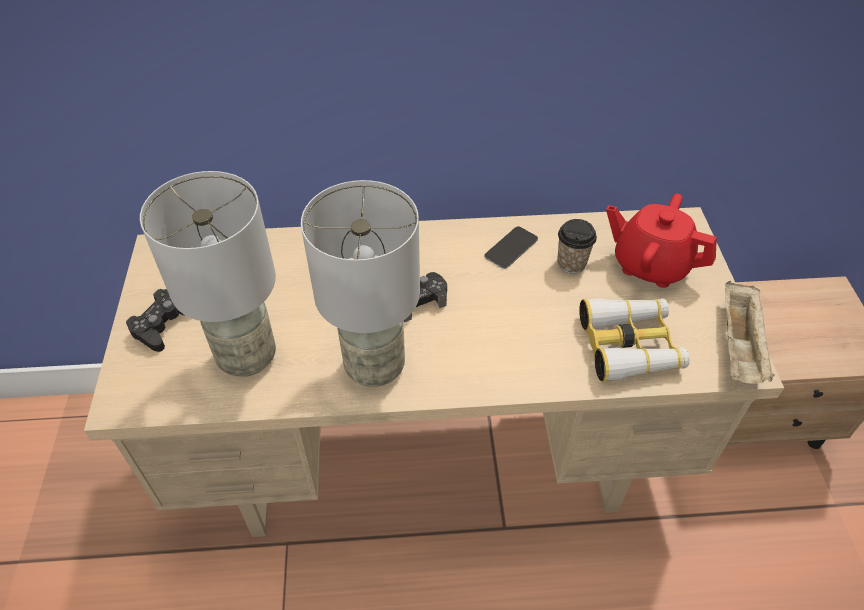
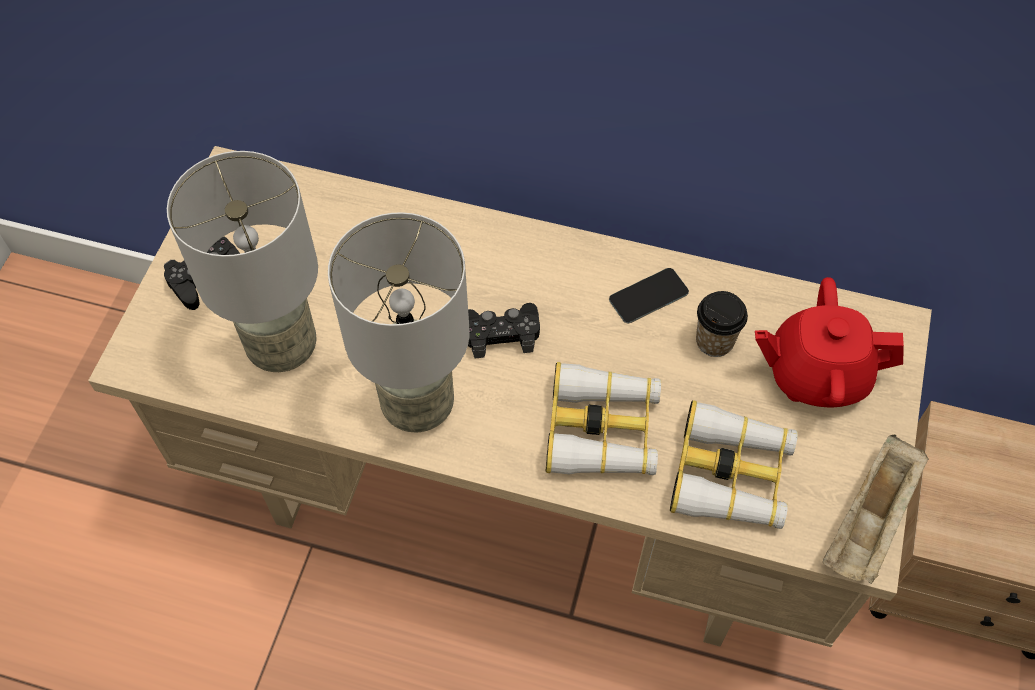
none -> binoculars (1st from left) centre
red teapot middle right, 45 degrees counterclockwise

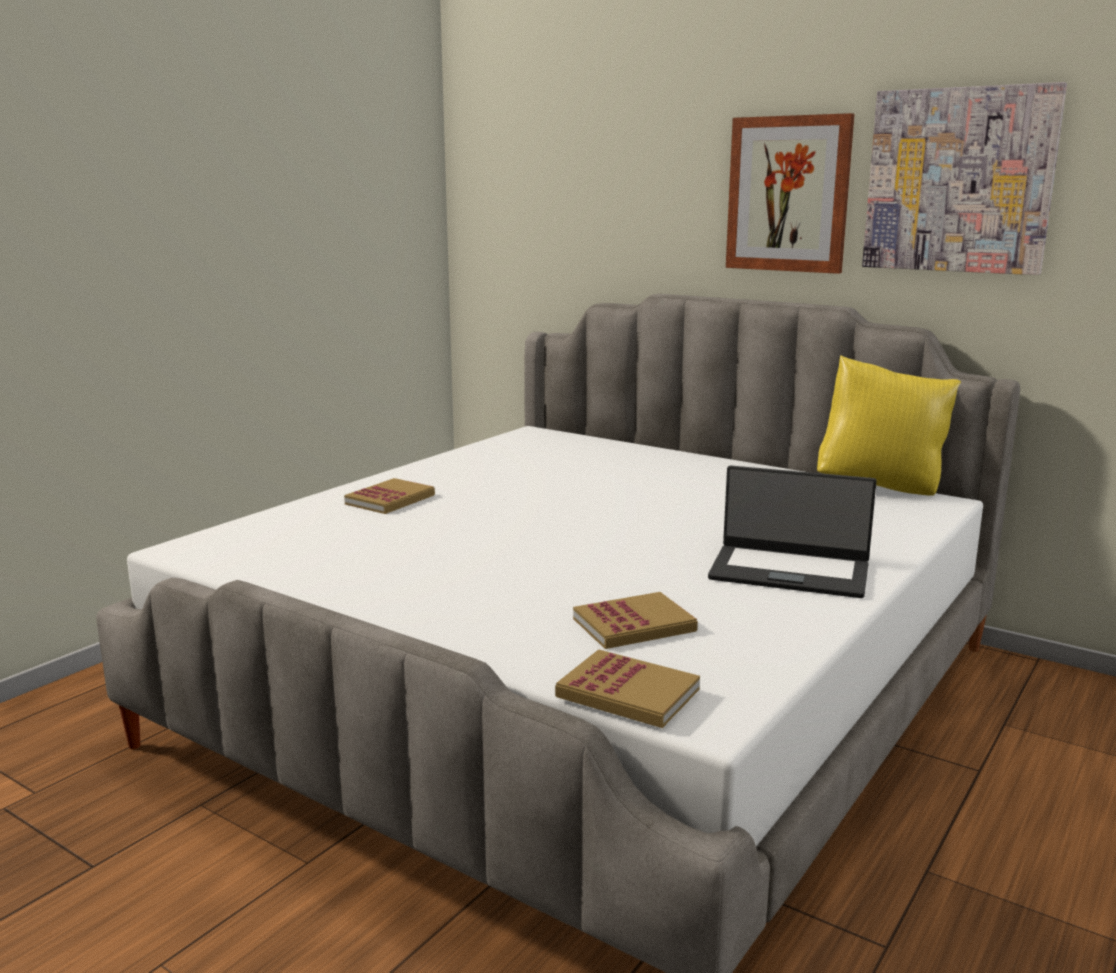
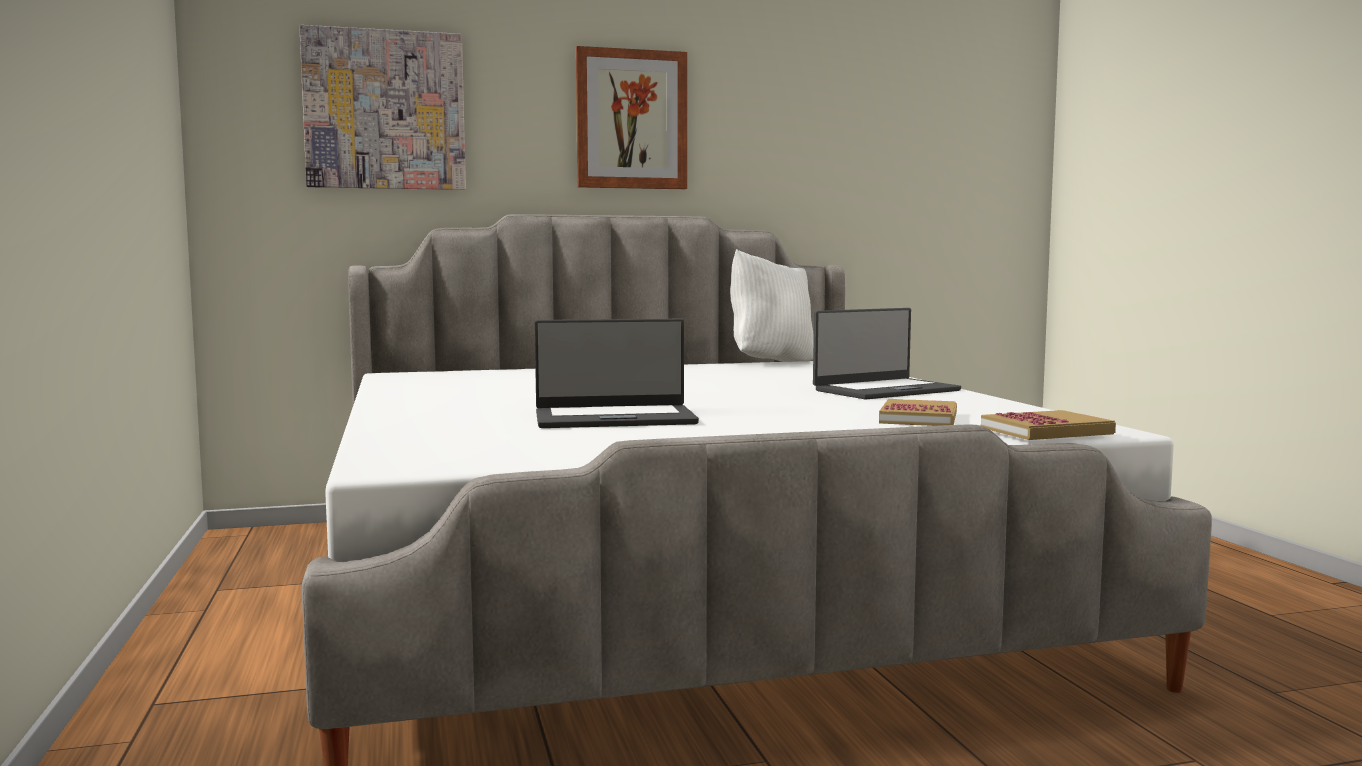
picture (2nd from left in the first image) top right -> picture (1st from left) top left, moved
none -> laptop (1st from left) centre
yellow pillow middle right -> white pillow centre
book (1st from left) centre -> none

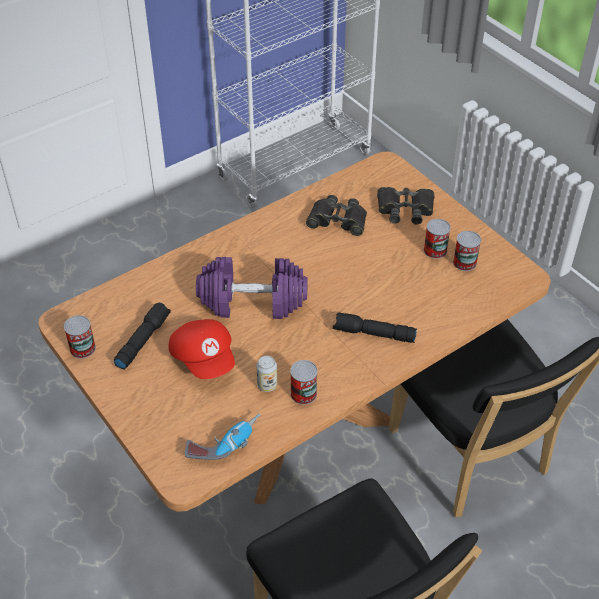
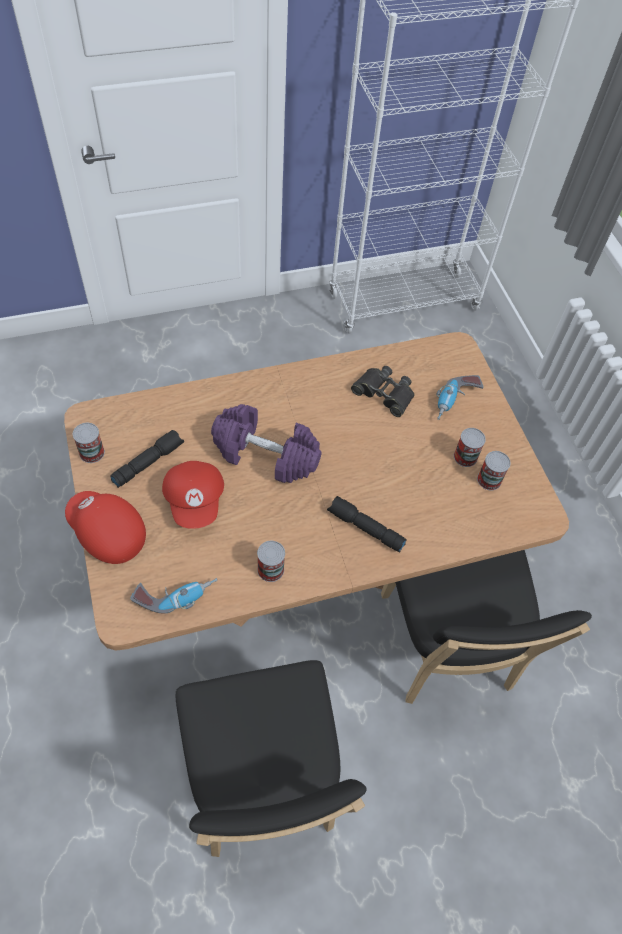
none -> red cap (1st from left) middle left
black binoculars (2nd from left) middle right -> power drill (2nd from left) middle right
can (2nd from left) centre -> none

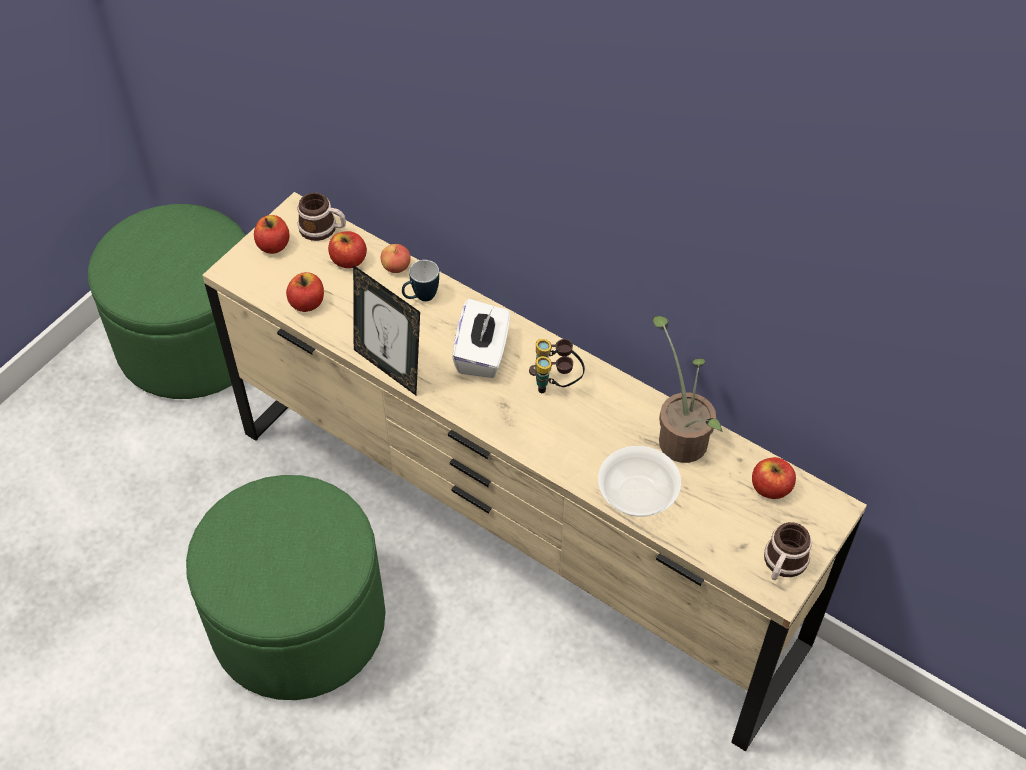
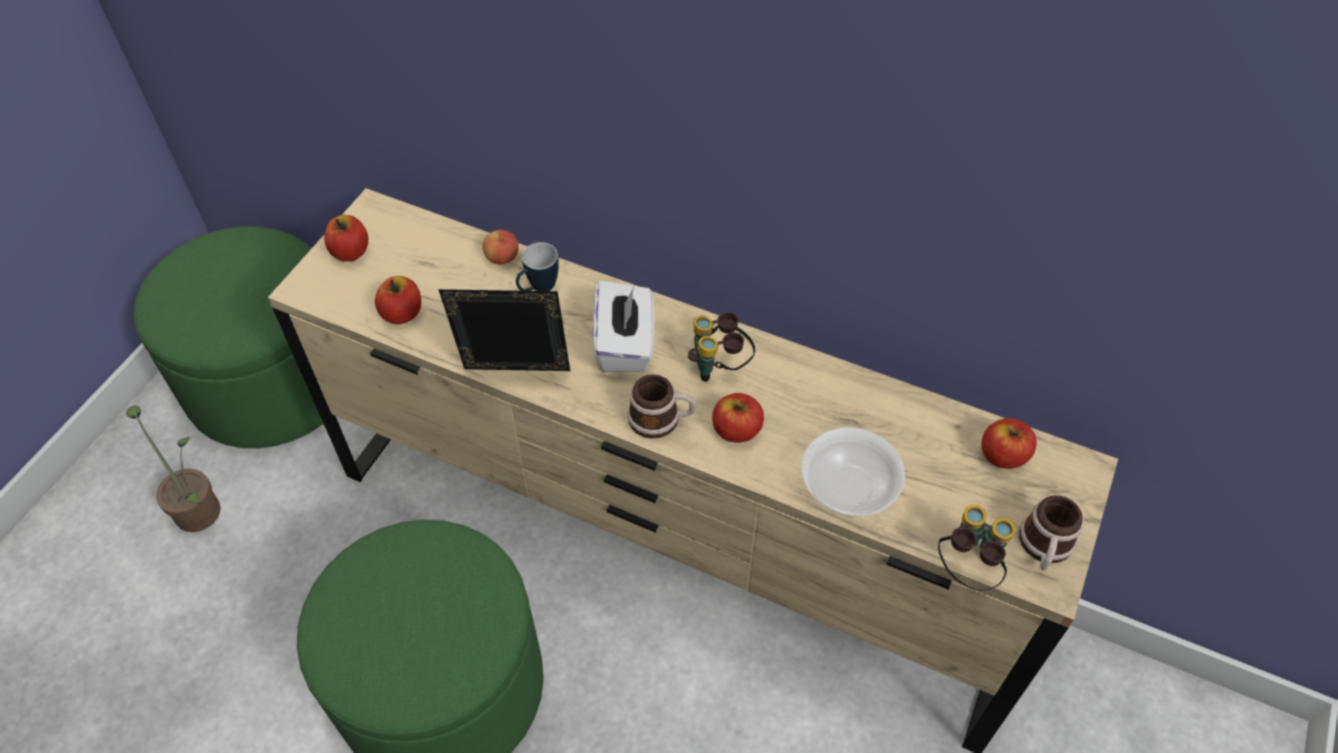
potted plant middle right -> potted plant middle left, moved
picture frame centre, 150 degrees clockwise
mug (1st from left in the first image) top left -> mug (2nd from left) centre, moved
apple (3rd from left in the first image) top centre -> apple (4th from left) centre, moved
none -> binoculars (2nd from left) bottom right

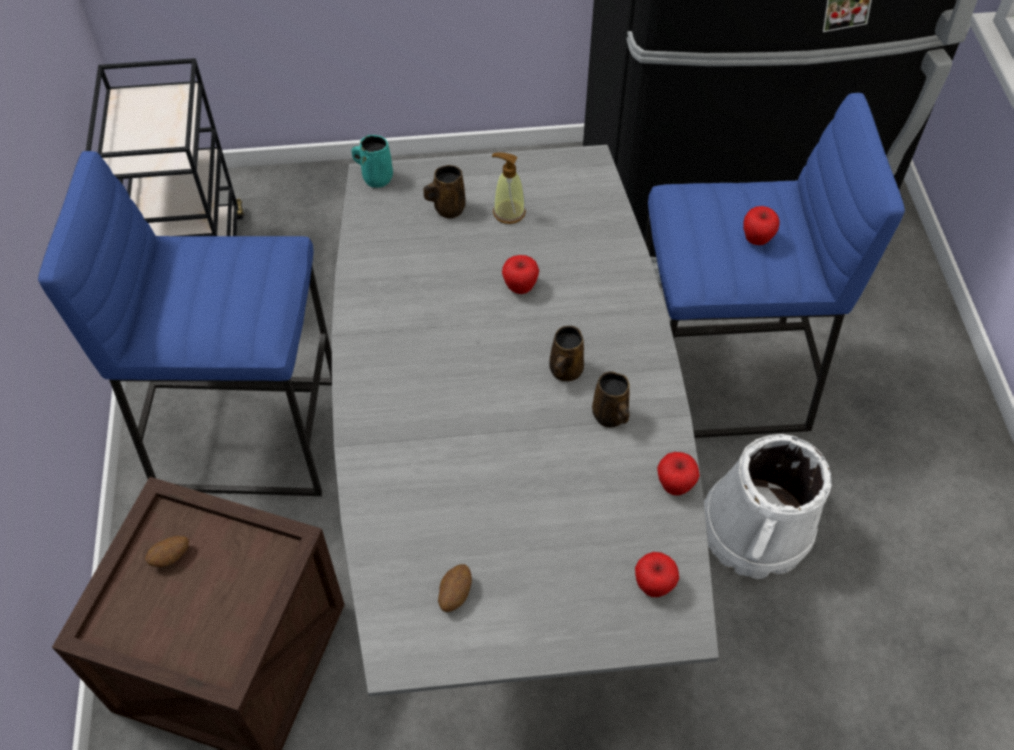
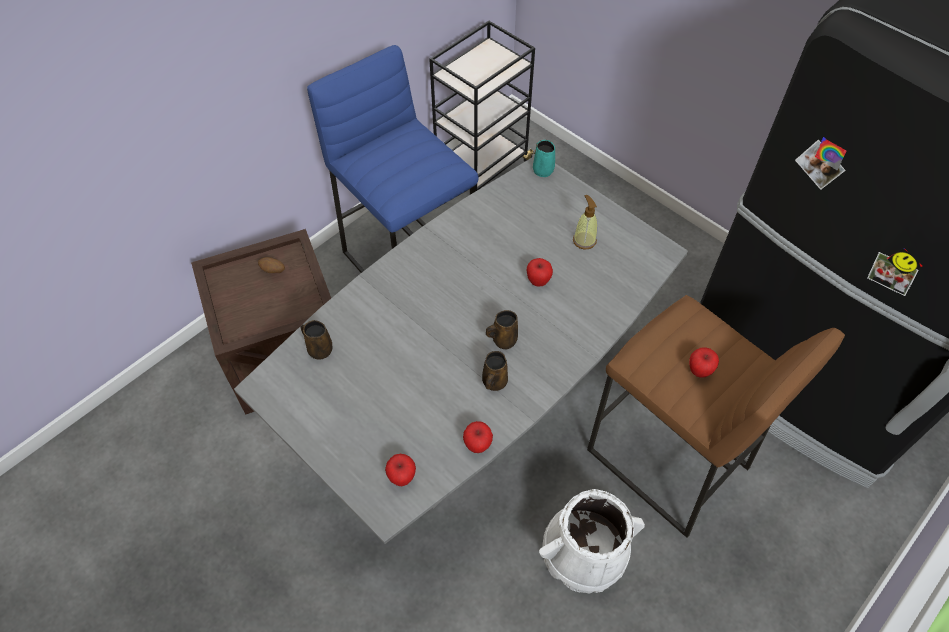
brown mug (1st from left) top centre -> brown mug (1st from left) middle left, moved
blue stool (2nd from left) middle right -> brown stool middle right
potato (2nd from left) bottom centre -> none

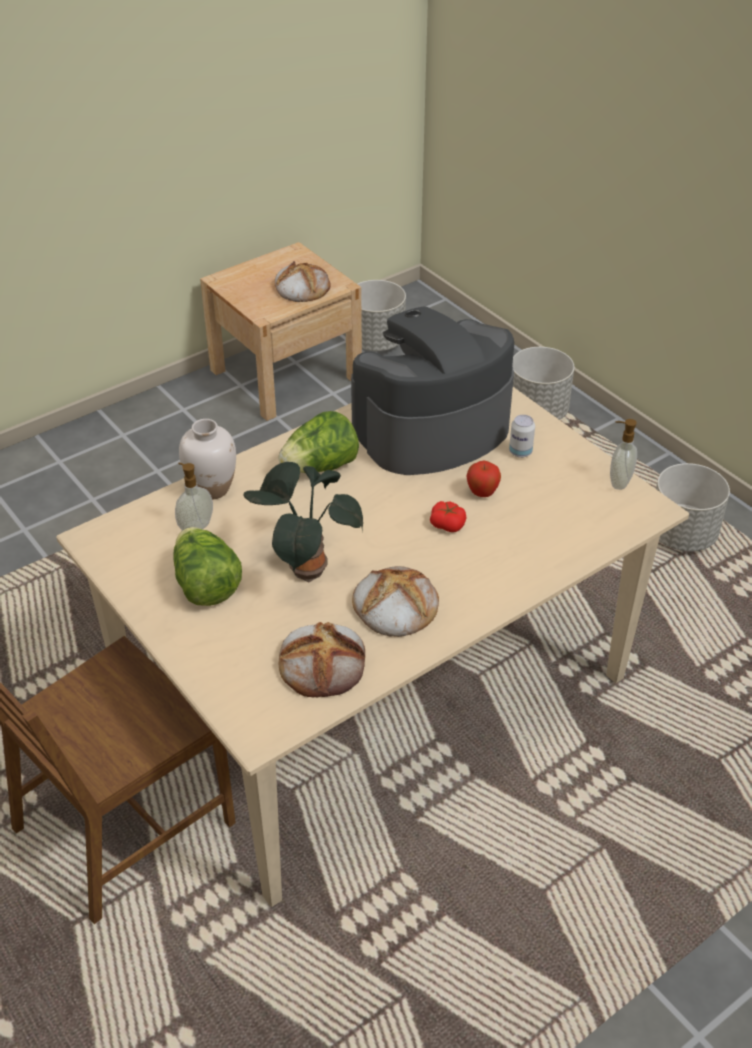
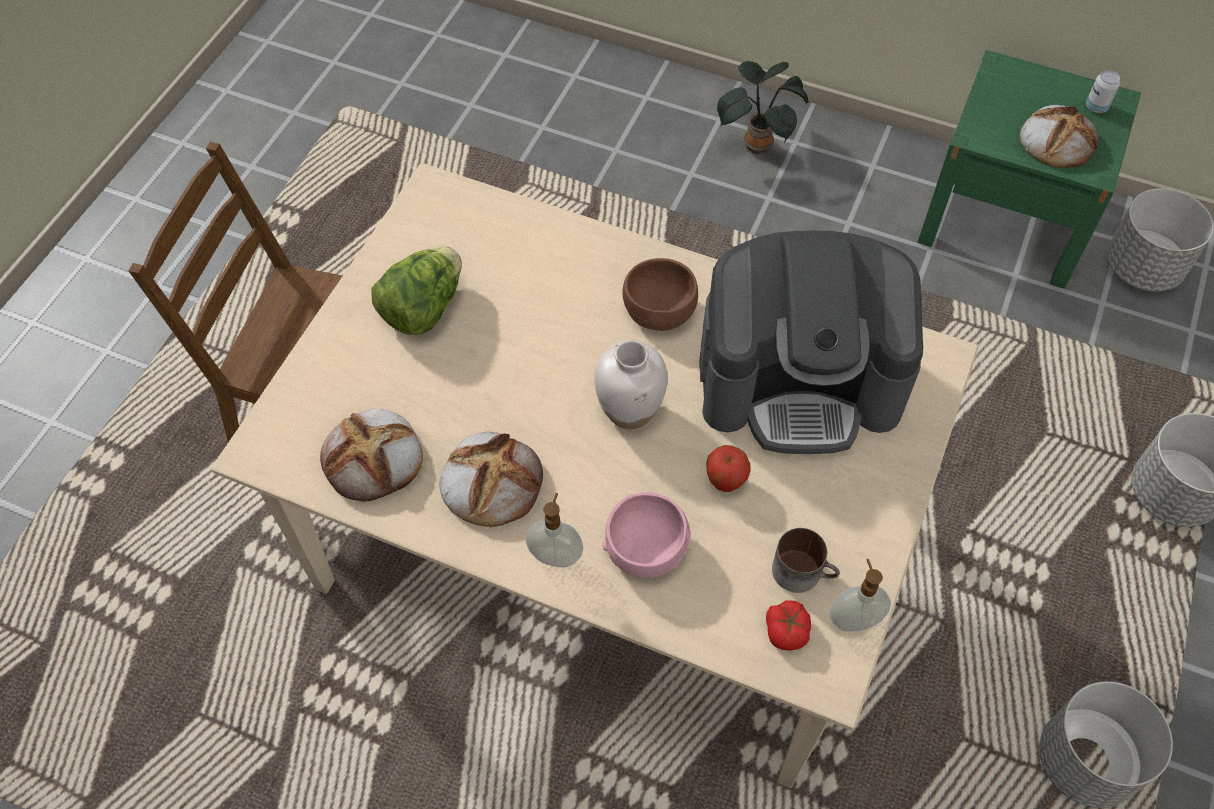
soap dispenser (1st from left) middle left -> soap dispenser (1st from left) centre, moved
white vase middle left -> white vase centre, moved
none -> pink bowl centre
lettuce (2nd from left) centre -> brown bowl centre
coffee machine centre -> coffee machine middle right, 150 degrees clockwise
potted plant centre -> potted plant top centre, moved
tomato centre -> tomato bottom centre, moved
none -> mug bottom centre
beige nightstand top centre -> green nightstand top right
can middle right -> can top right, moved

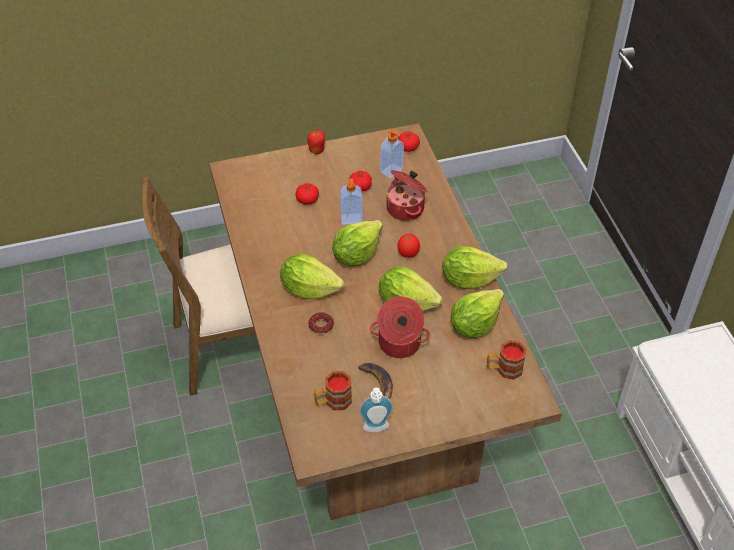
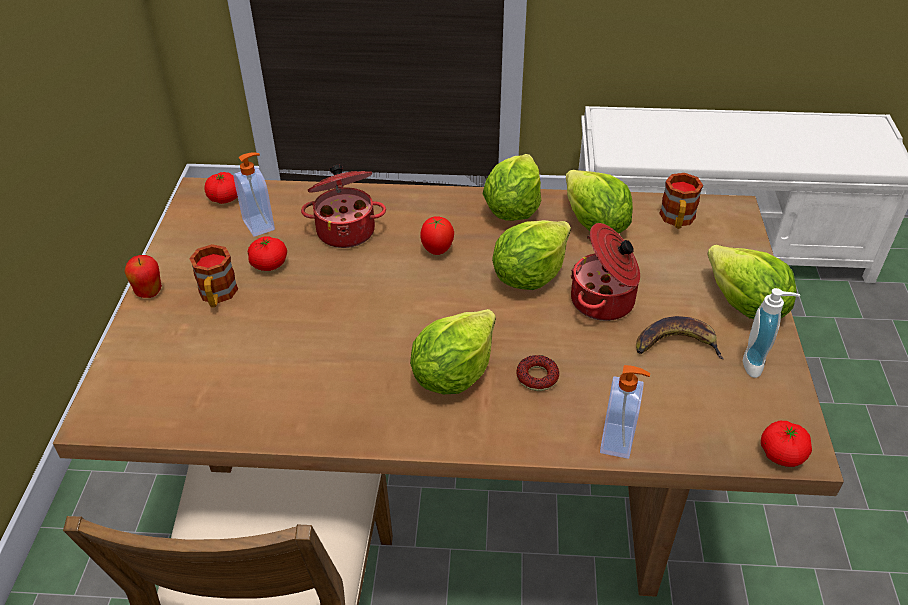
mug (1st from left) bottom centre -> mug (1st from left) middle left, moved
soap dispenser (1st from left in the first image) centre -> soap dispenser (2nd from left) bottom right, moved
lettuce (2nd from left in the first image) centre -> lettuce (5th from left) middle right, moved
tomato (1st from left in the first image) centre -> tomato (4th from left) bottom right, moved

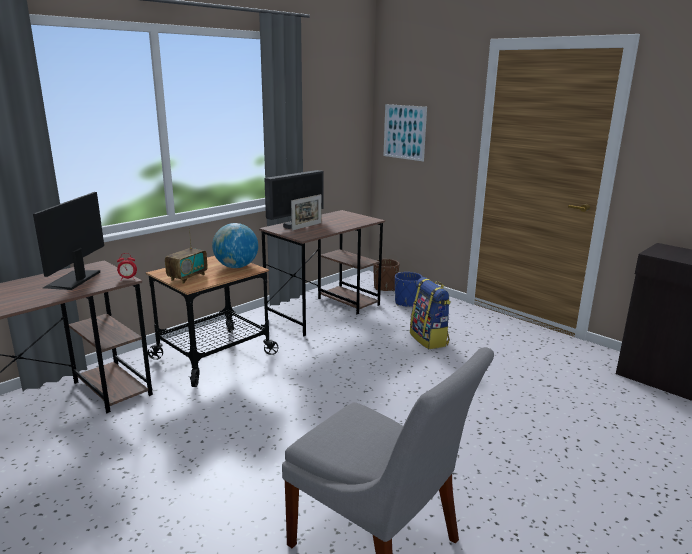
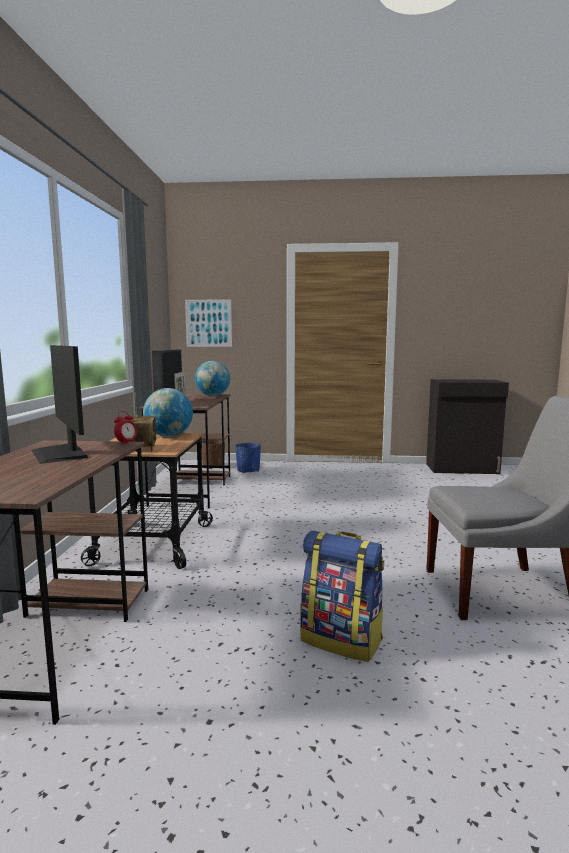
none -> globe (2nd from left) centre
backpack centre -> backpack bottom centre, moved

